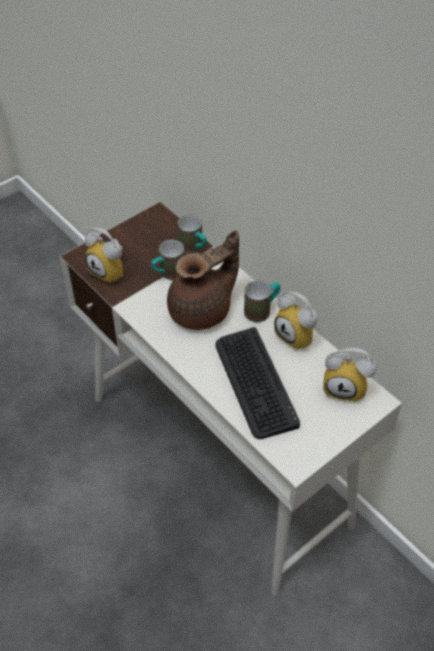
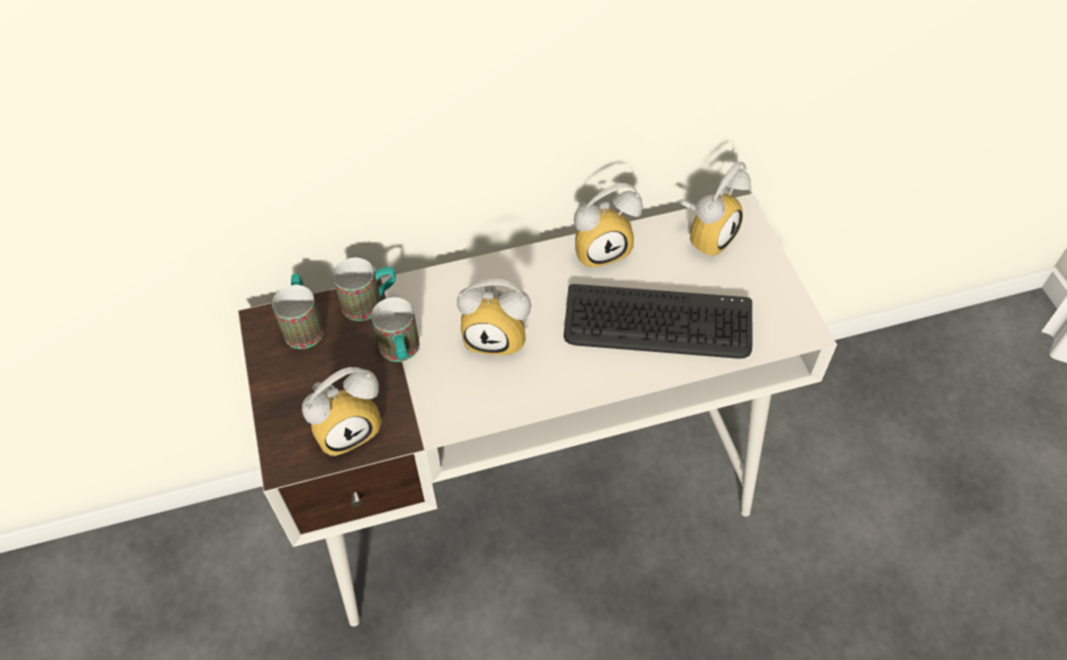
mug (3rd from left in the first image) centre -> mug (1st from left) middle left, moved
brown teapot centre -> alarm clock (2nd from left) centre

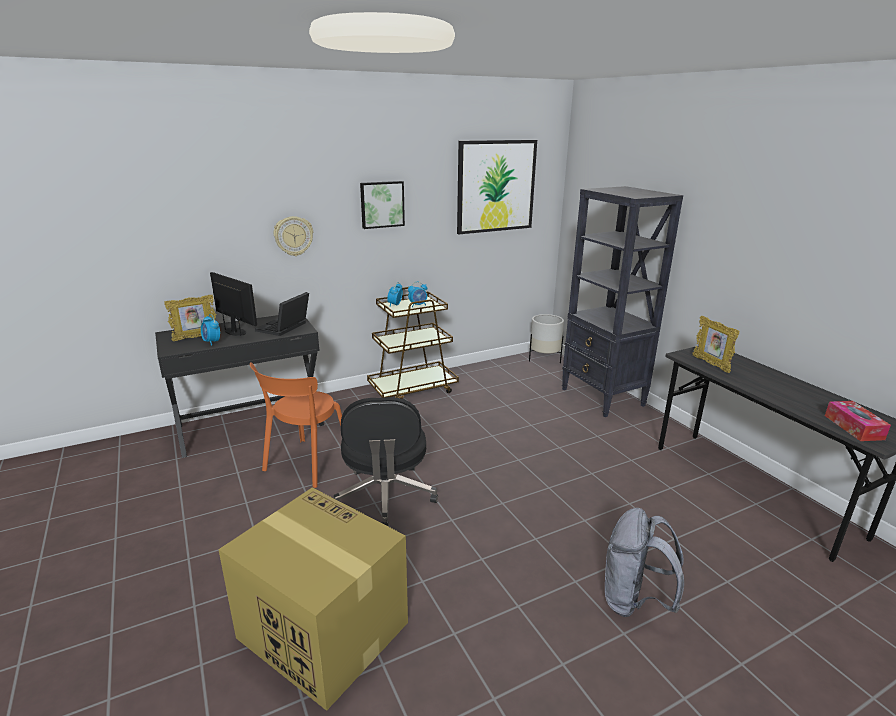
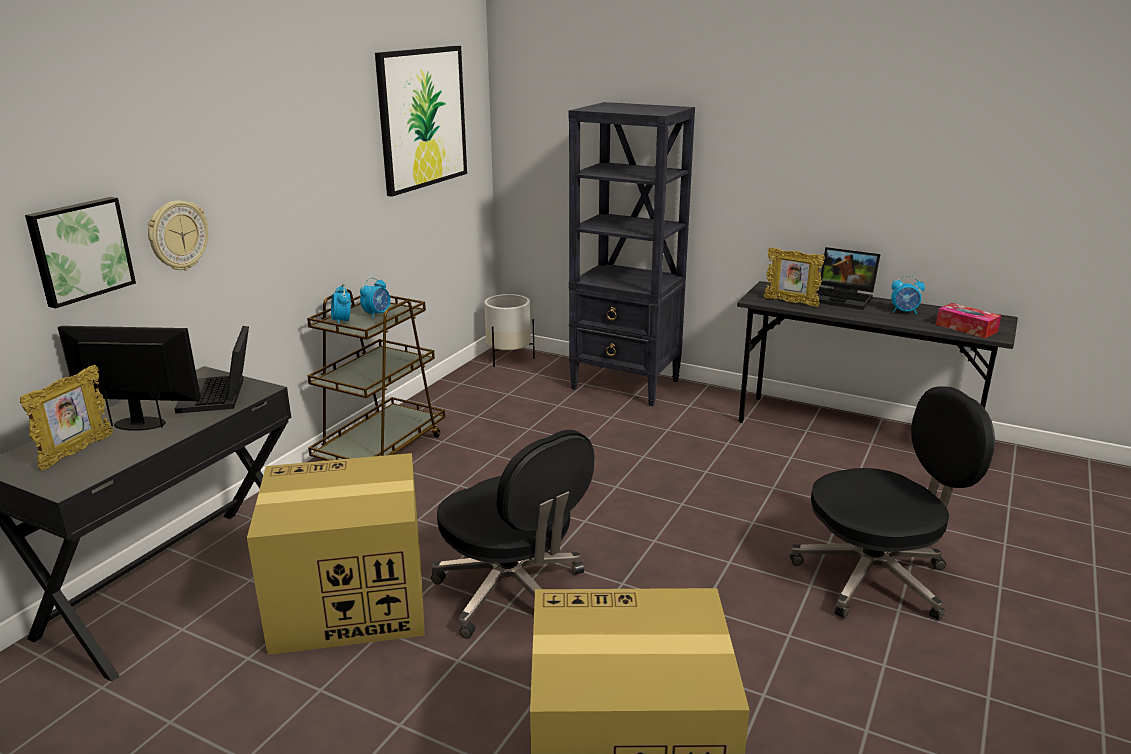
picture (1st from left) top centre -> picture (1st from left) middle left, moved
orange chair middle left -> cardboard box (1st from left) bottom left
grey backpack bottom right -> black office chair (2nd from left) bottom right
none -> laptop (2nd from left) middle right
alarm clock (1st from left in the first image) middle left -> alarm clock (3rd from left) middle right, moved

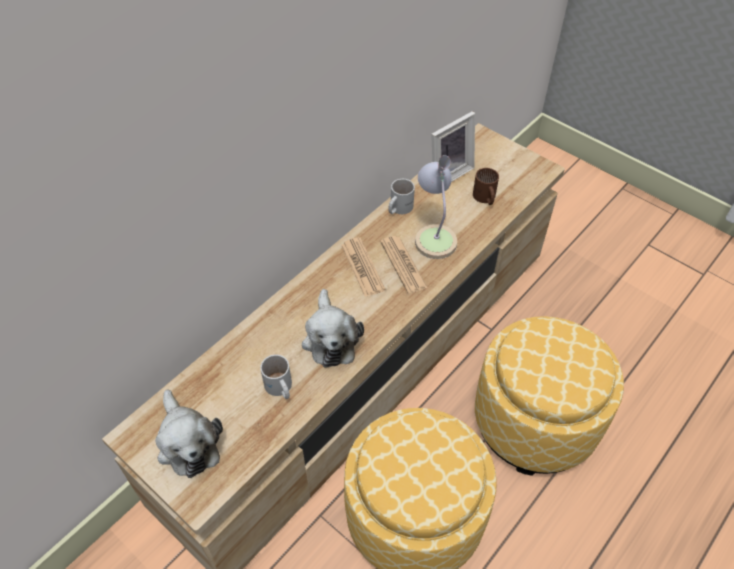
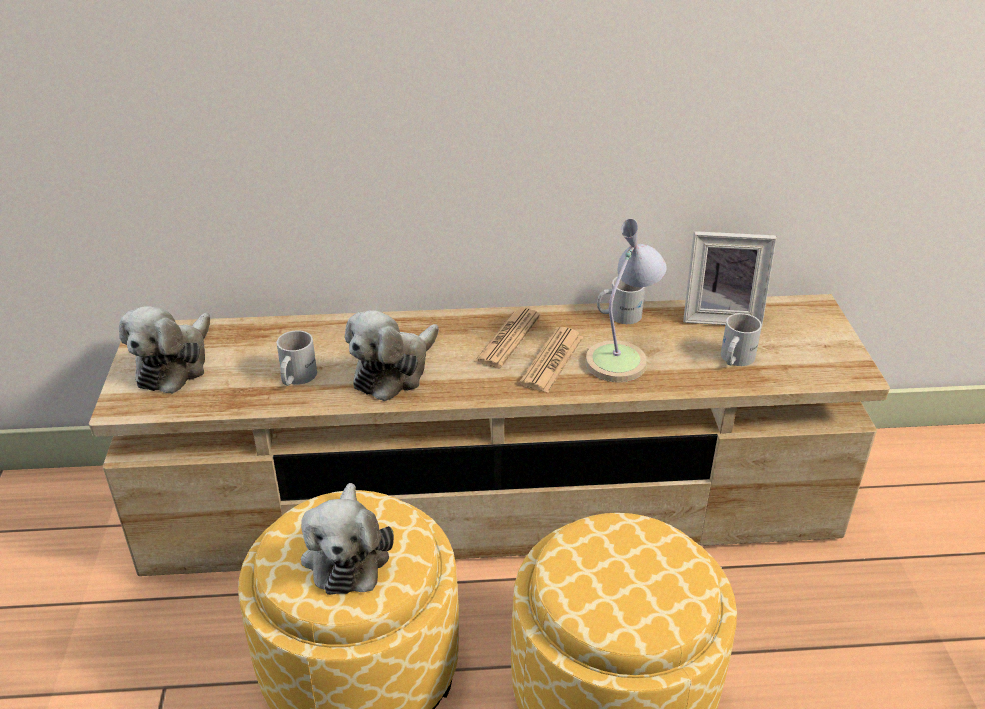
none -> plush toy (2nd from left) bottom centre
brown mug top centre -> white mug (3rd from left) middle right

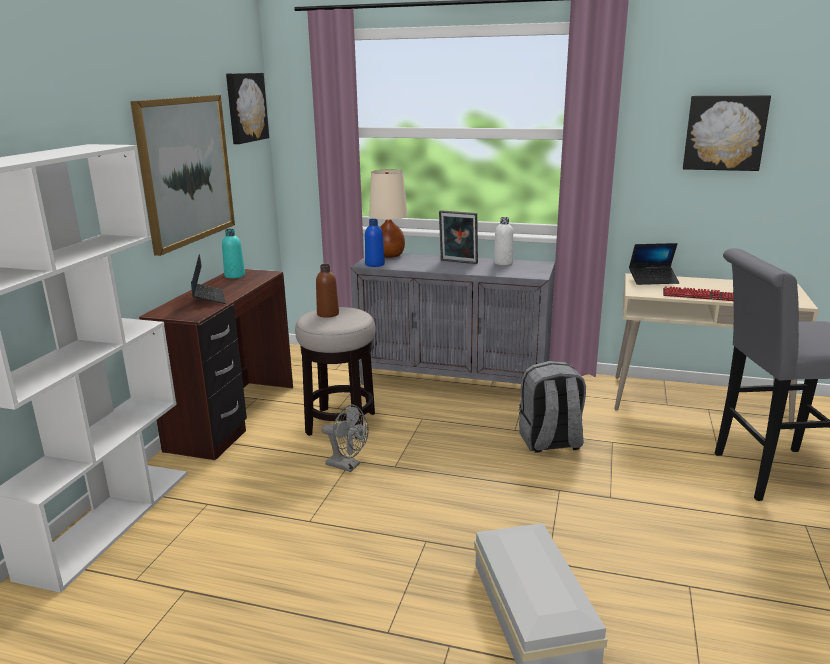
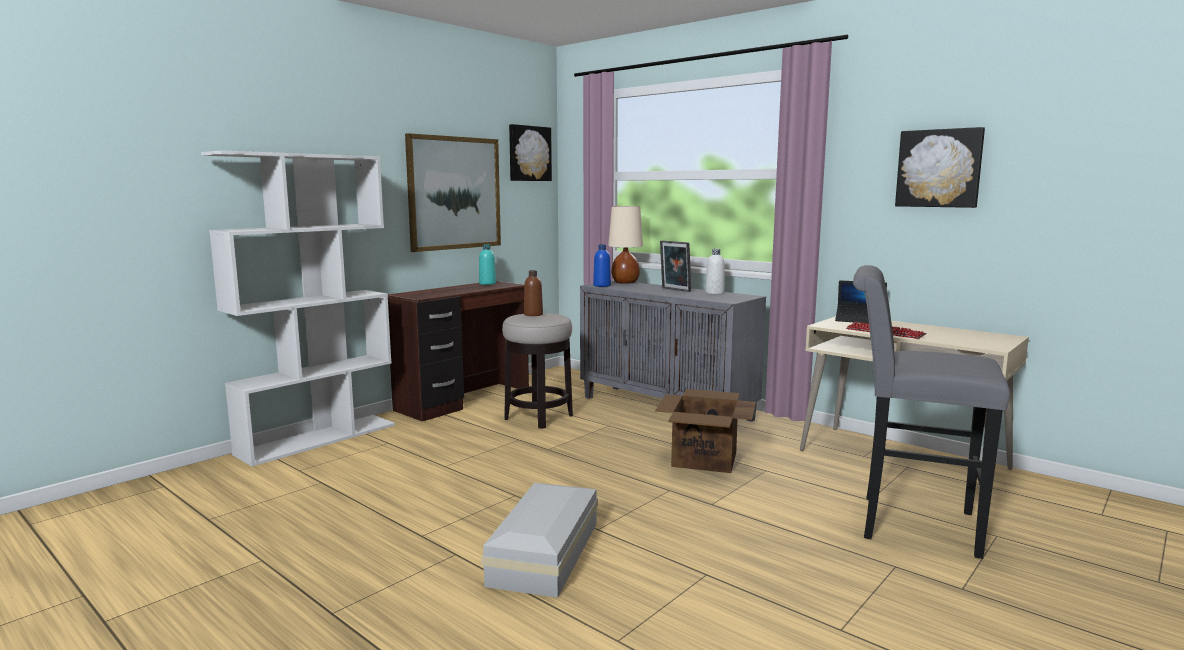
grey backpack centre -> cardboard box centre
laptop (1st from left) middle left -> none
grey fan centre -> none

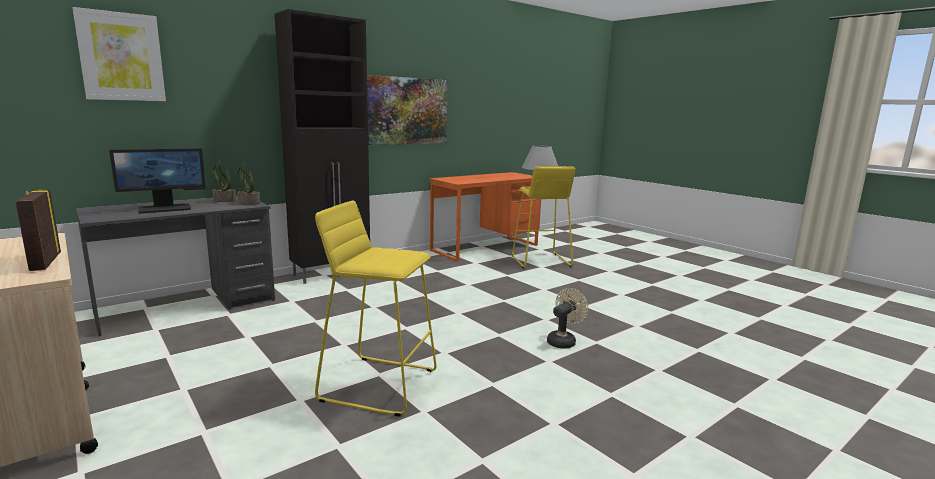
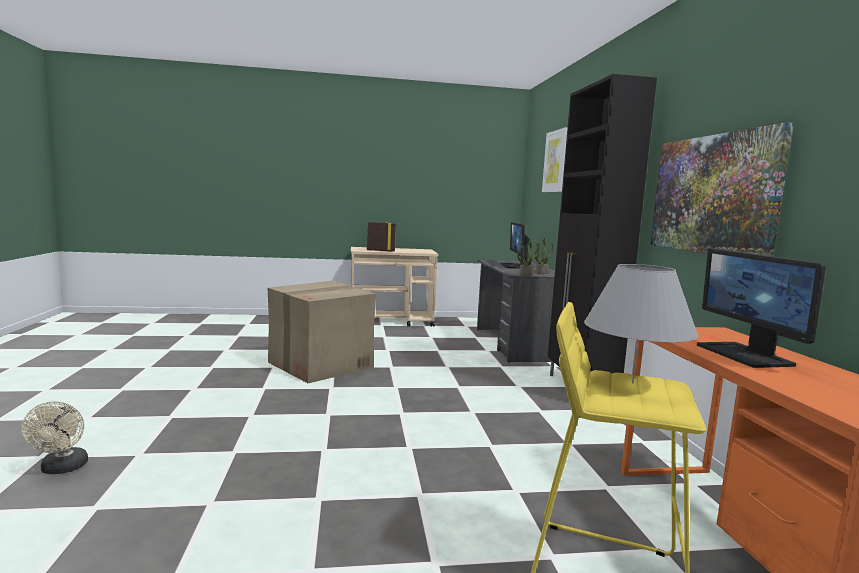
beige fan centre -> beige fan bottom left, moved
yellow stool (1st from left) centre -> cardboard box centre
none -> monitor (2nd from left) middle right

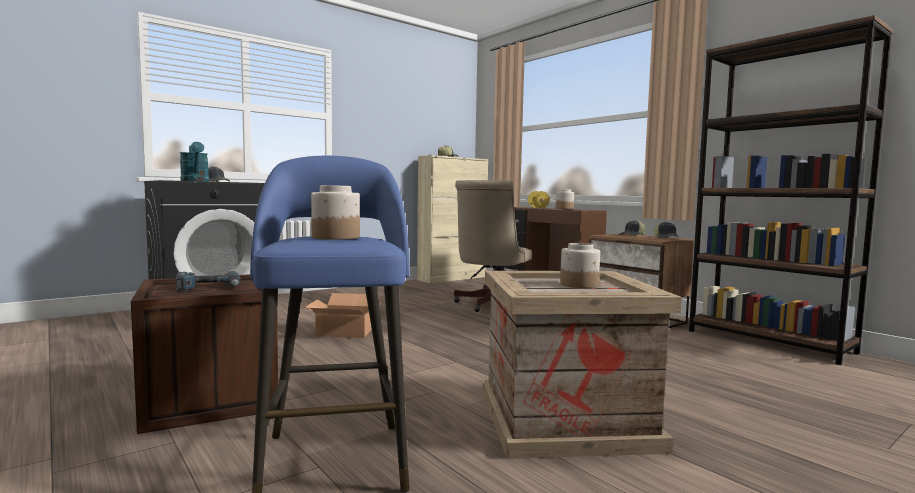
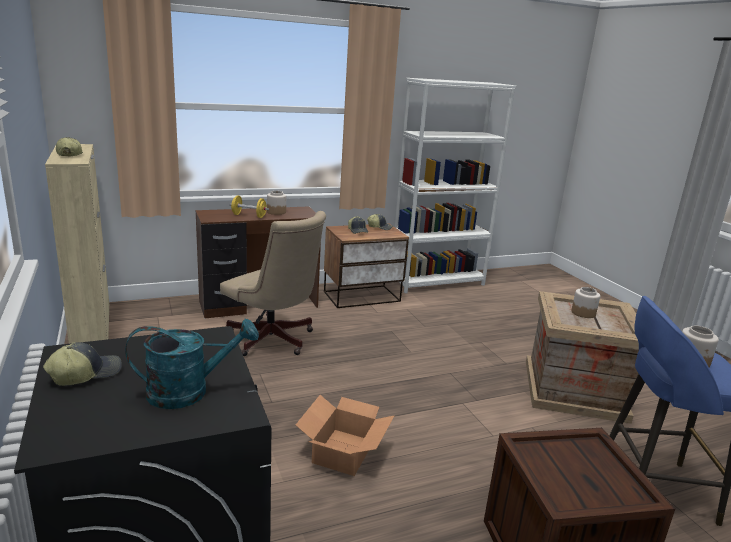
brown bookcase middle right -> white bookcase centre
power drill middle left -> none

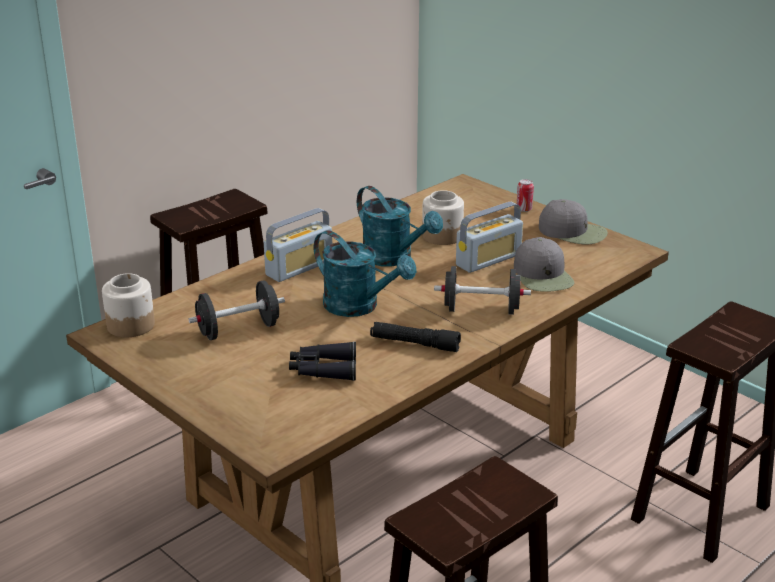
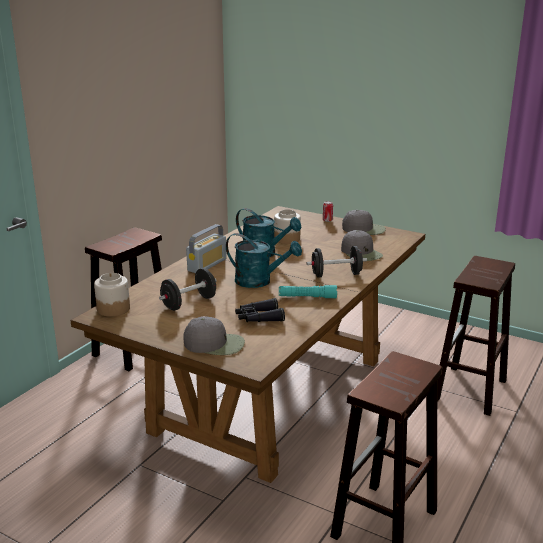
none -> grey cap (1st from left) centre
black flashlight centre -> turquoise flashlight centre
radio (2nd from left) centre -> none

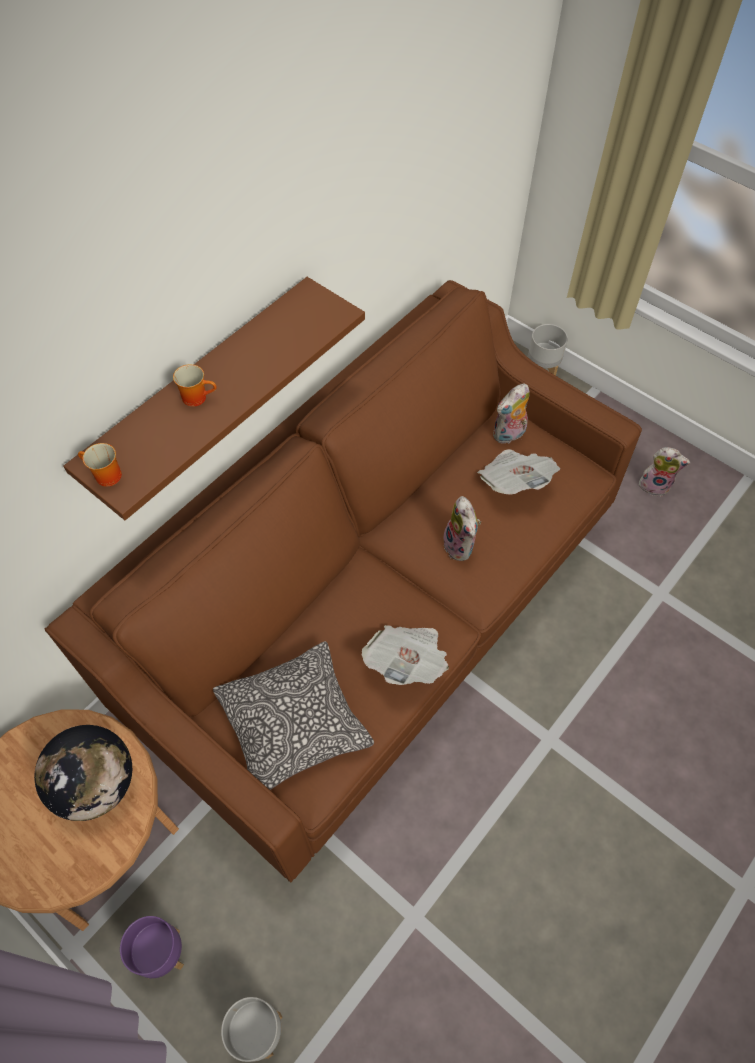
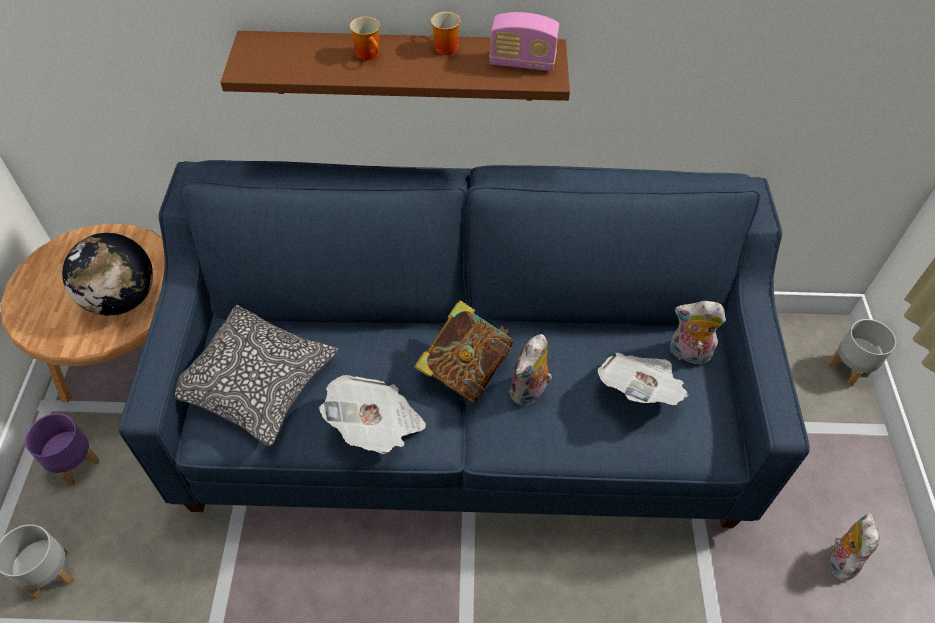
brown sofa centre -> blue sofa centre
none -> book centre
mug (1st from left in the first image) middle left -> mug (2nd from left) top centre, moved
none -> radio top centre
plush toy (3rd from left) middle right -> plush toy (3rd from left) bottom right, 135 degrees counterclockwise

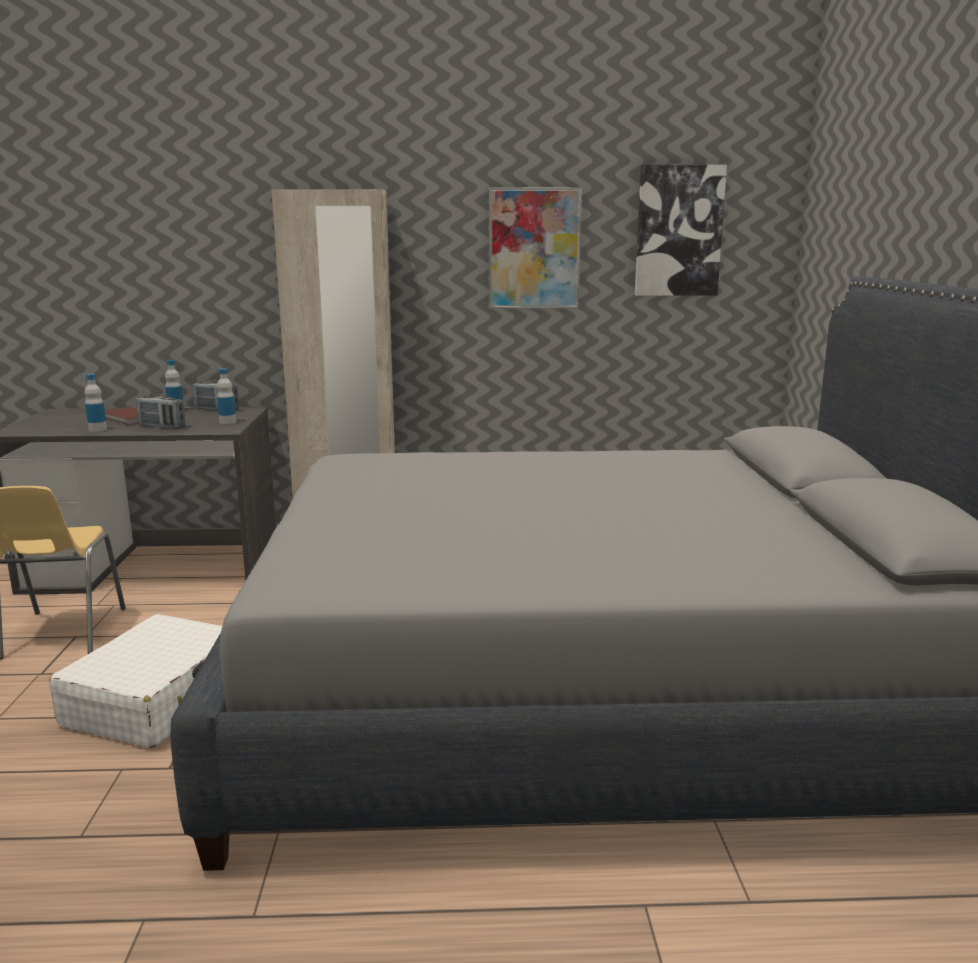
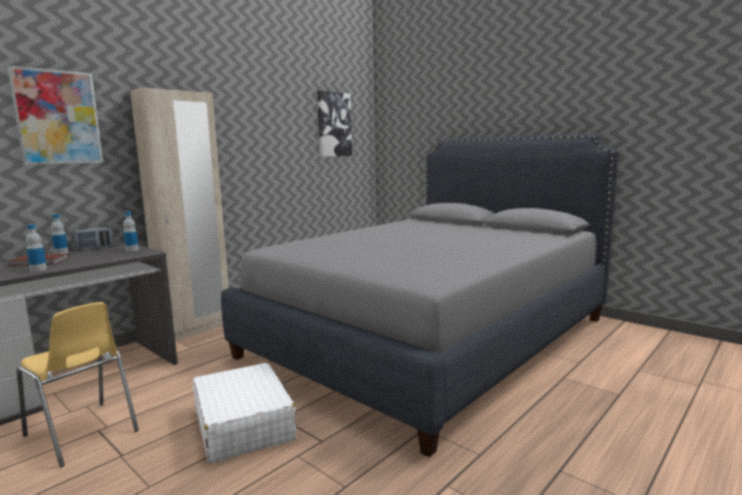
picture (1st from left) top centre -> picture (1st from left) top left, moved
radio (1st from left) middle left -> none

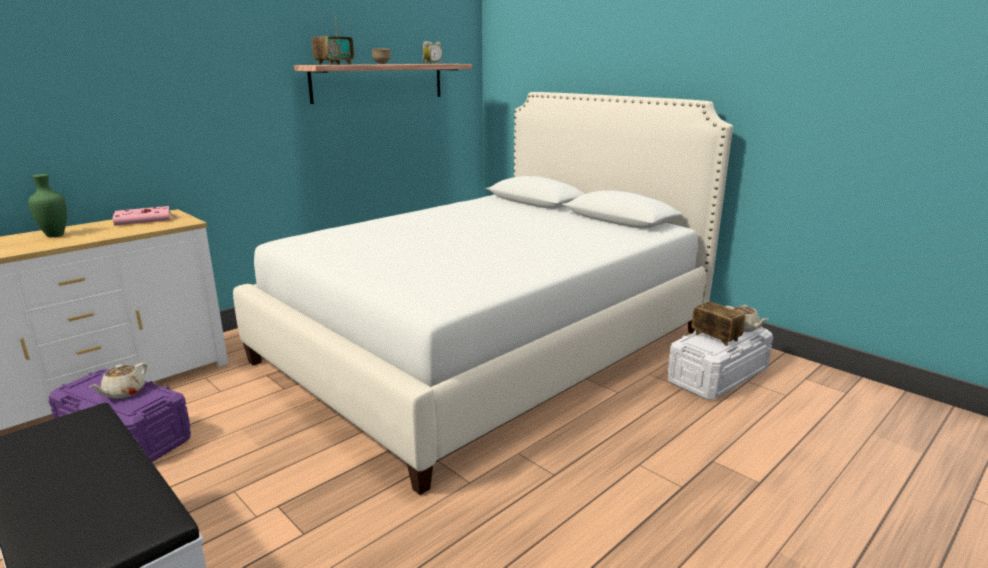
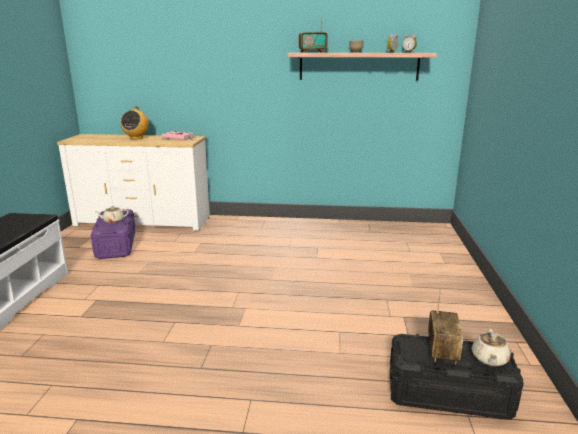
green vase middle left -> radio (1st from left) top left
white storage box middle right -> black storage box bottom right
white bed centre -> none

